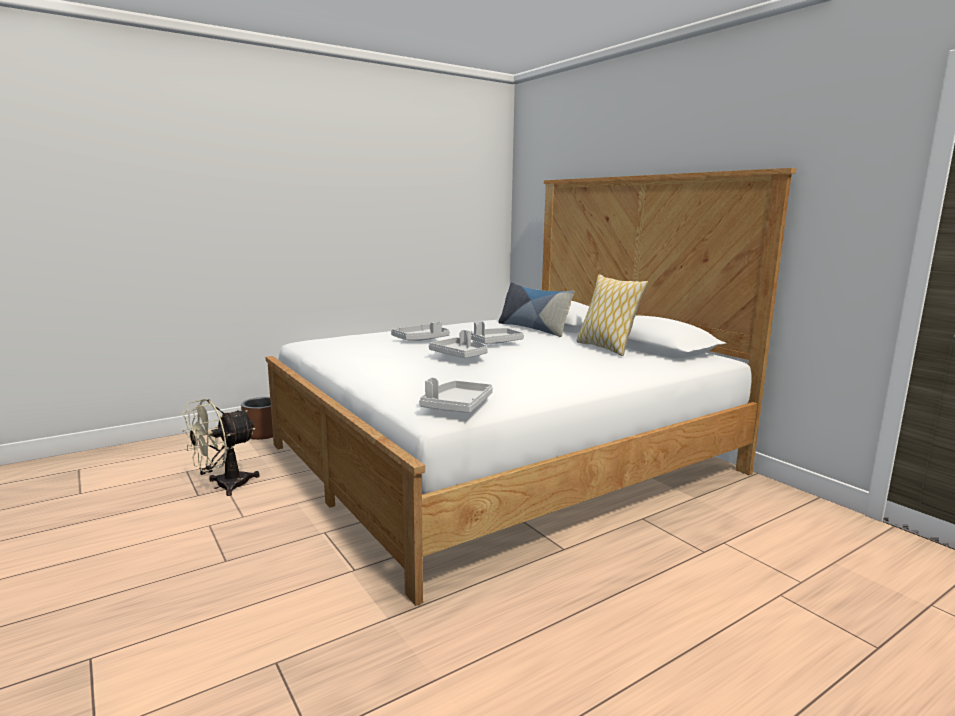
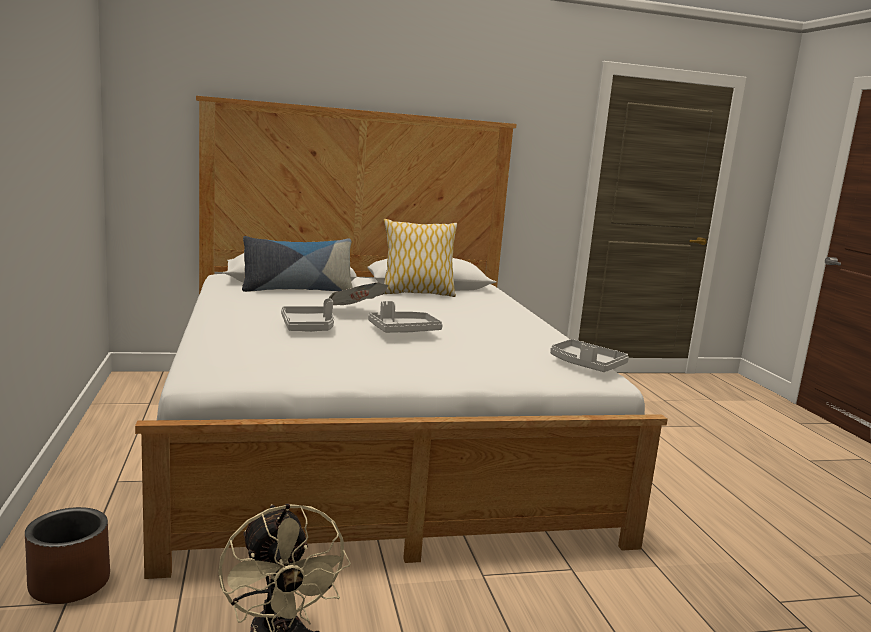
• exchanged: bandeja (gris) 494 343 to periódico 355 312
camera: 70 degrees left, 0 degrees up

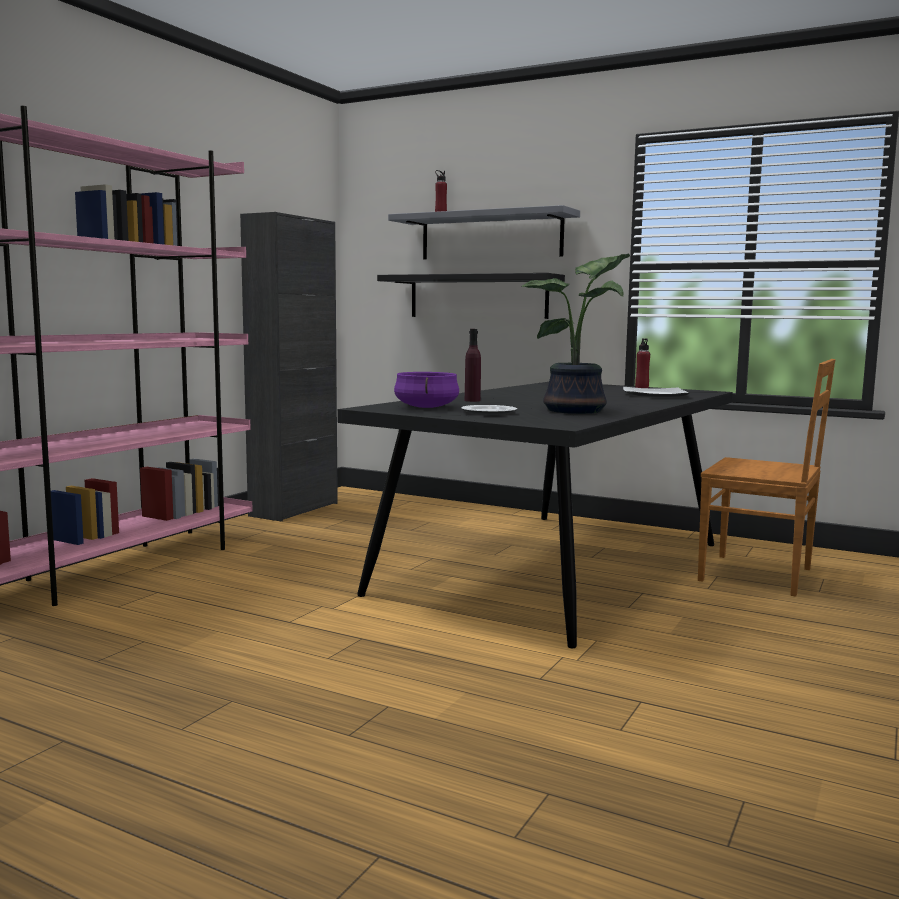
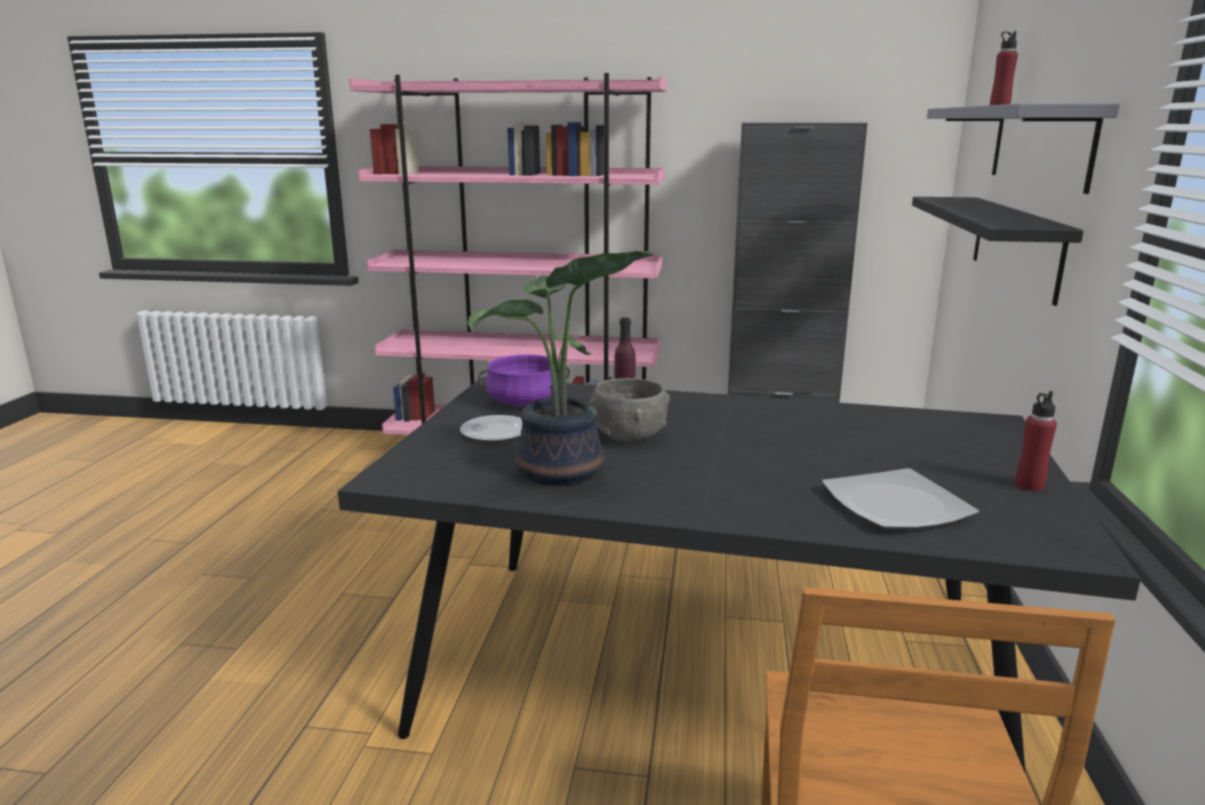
• appeared: cuenco (gris) 629 436
camera: 70 degrees right, 10 degrees up

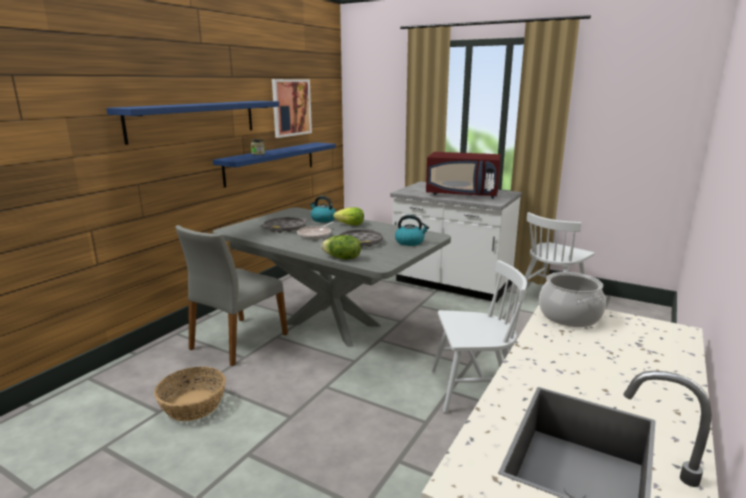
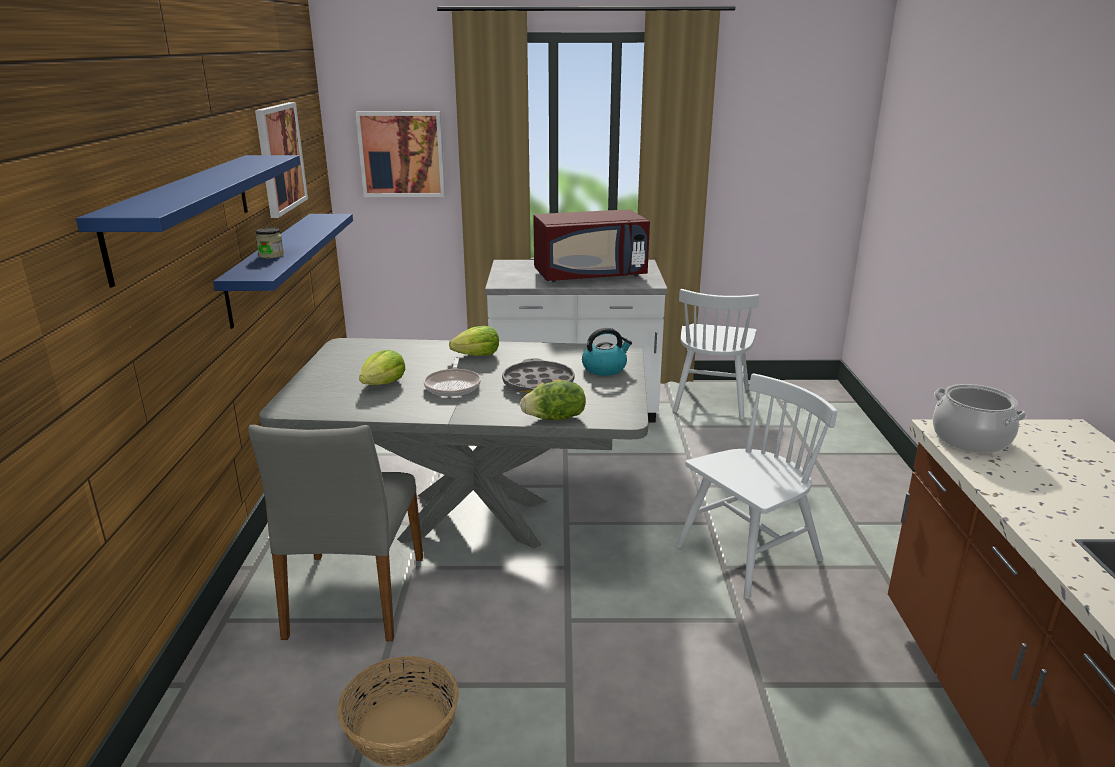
• missing: hervidor 323 219
• appeared: cuadro 402 154
• exchanged: bandeja (gris) 285 228 to lechuga 383 383
camera: 30 degrees left, 5 degrees up

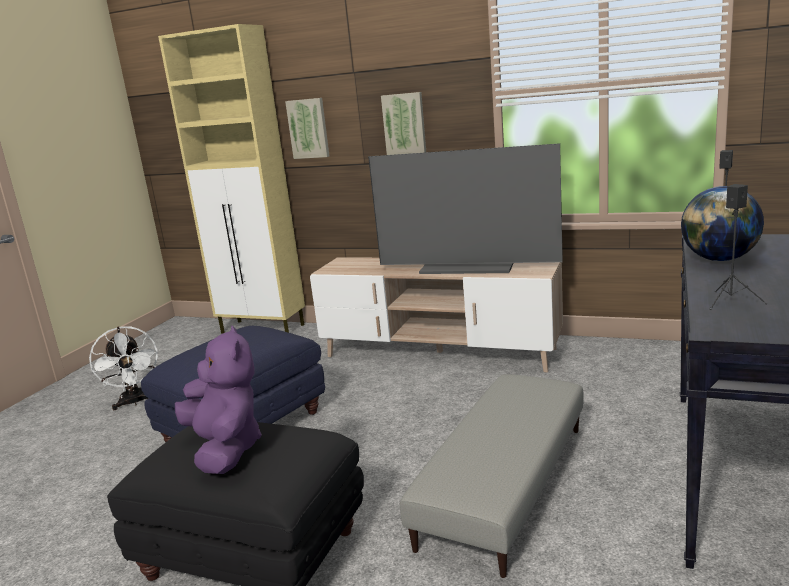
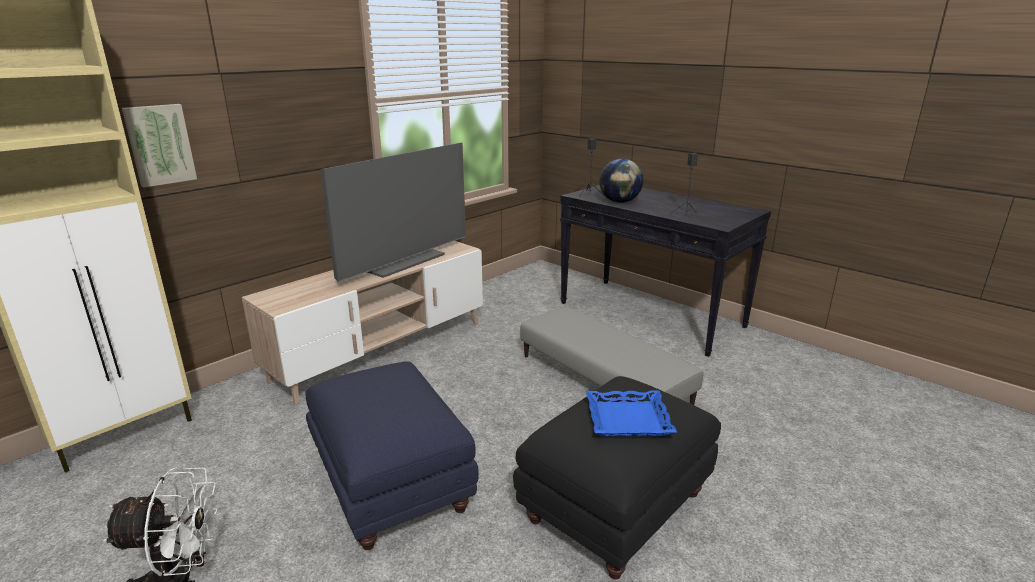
• missing: cuadro 404 124
• exchanged: peluche (morado) 225 449 to bandeja (azul) 628 419
camera: 70 degrees left, 5 degrees up

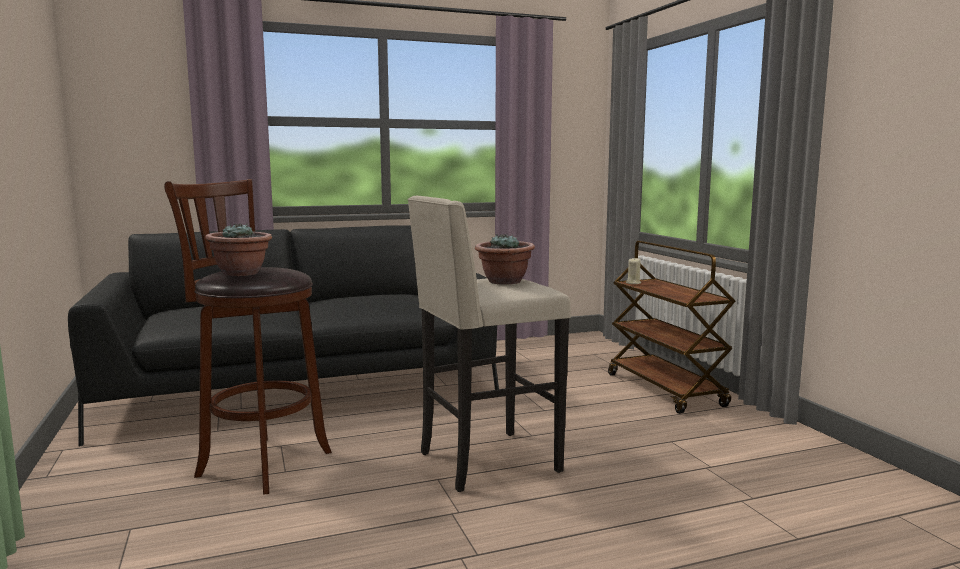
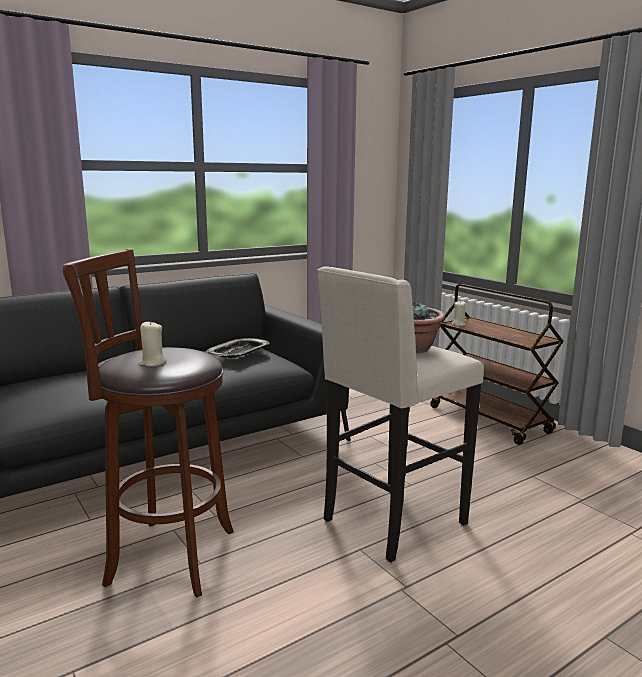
• appeared: bandeja 239 353
• exchanged: planta en maceta 241 273 to vela (beis) 152 363
camera: 15 degrees left, 5 degrees up

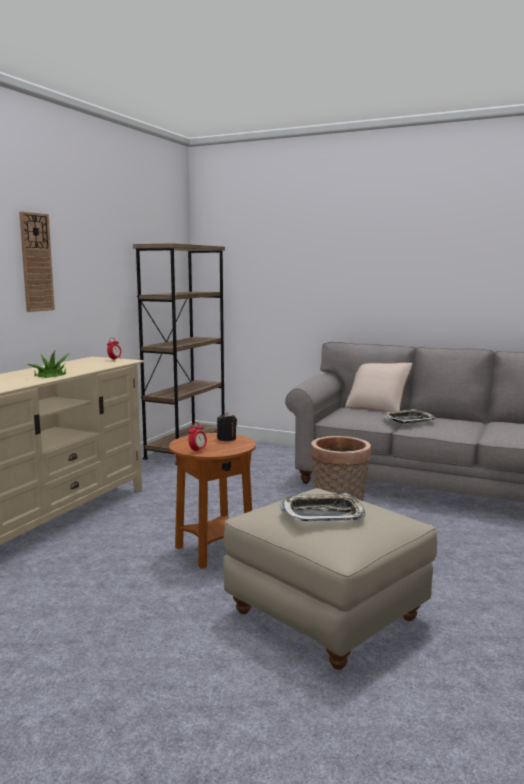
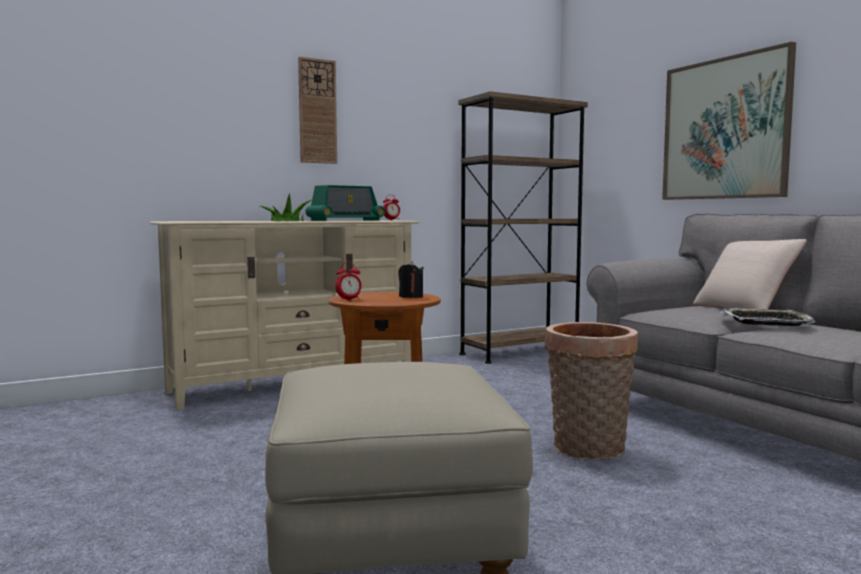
• missing: bandeja 322 514
• appeared: radio 345 220
• appeared: cuadro 724 129
camera: 35 degrees right, 5 degrees down

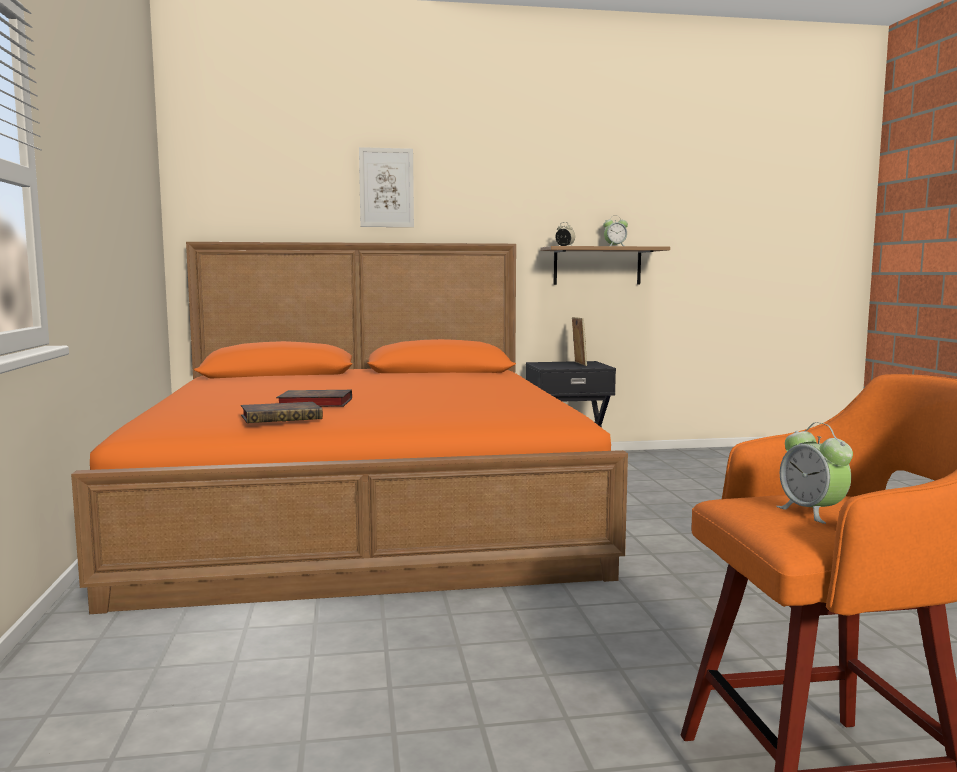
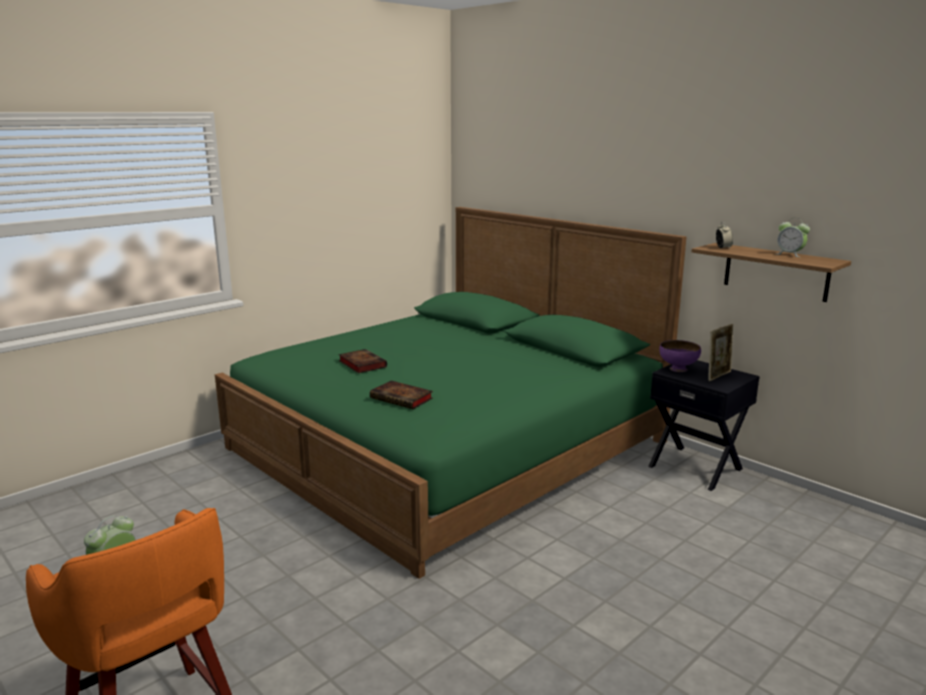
• missing: cuadro 386 188
• appeared: cuenco (morado) 678 369
• relocated: libro 283 418 to 403 398
• colour: cama (naranja) 363 510 to cama (verde) 447 444
camera: 55 degrees right, 10 degrees up

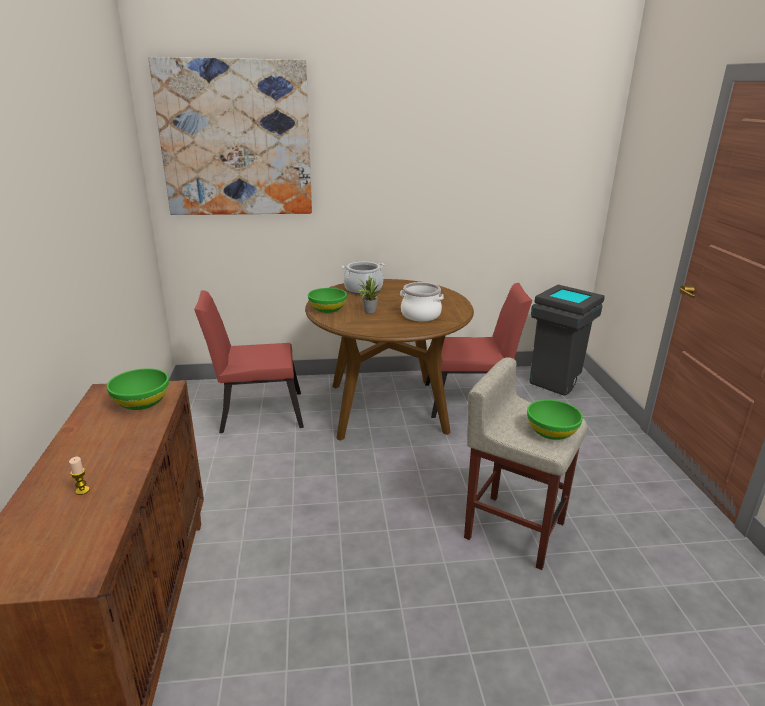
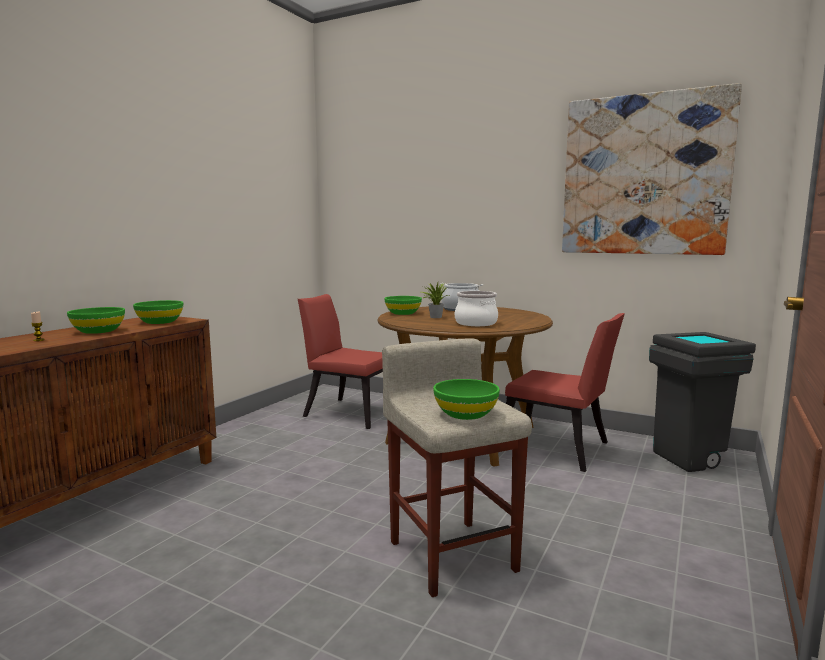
• appeared: cuenco (verde) 98 331
• relocated: cuadro 236 140 to 644 175
camera: 35 degrees right, 15 degrees down

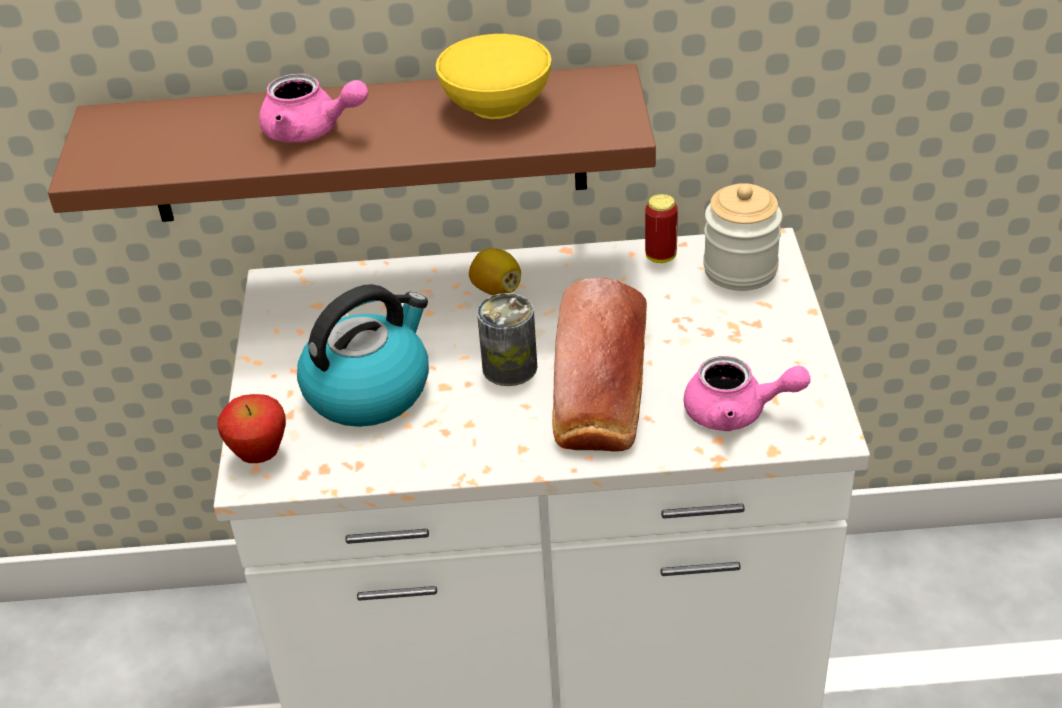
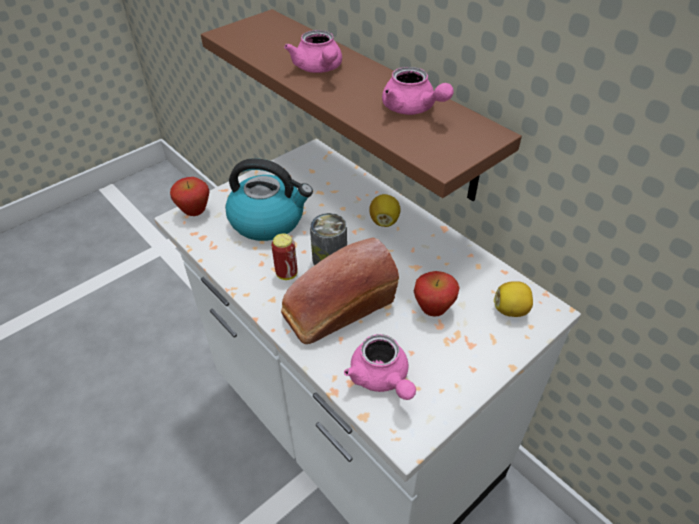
• appeared: manzana 433 310
• relocated: lata 661 256 to 286 274
• exchanged: cuenco (amarillo) 497 104 to tetera (rosa) 412 109
• exchanged: tarro 740 269 to limón 511 310
camera: 50 degrees right, 5 degrees up

